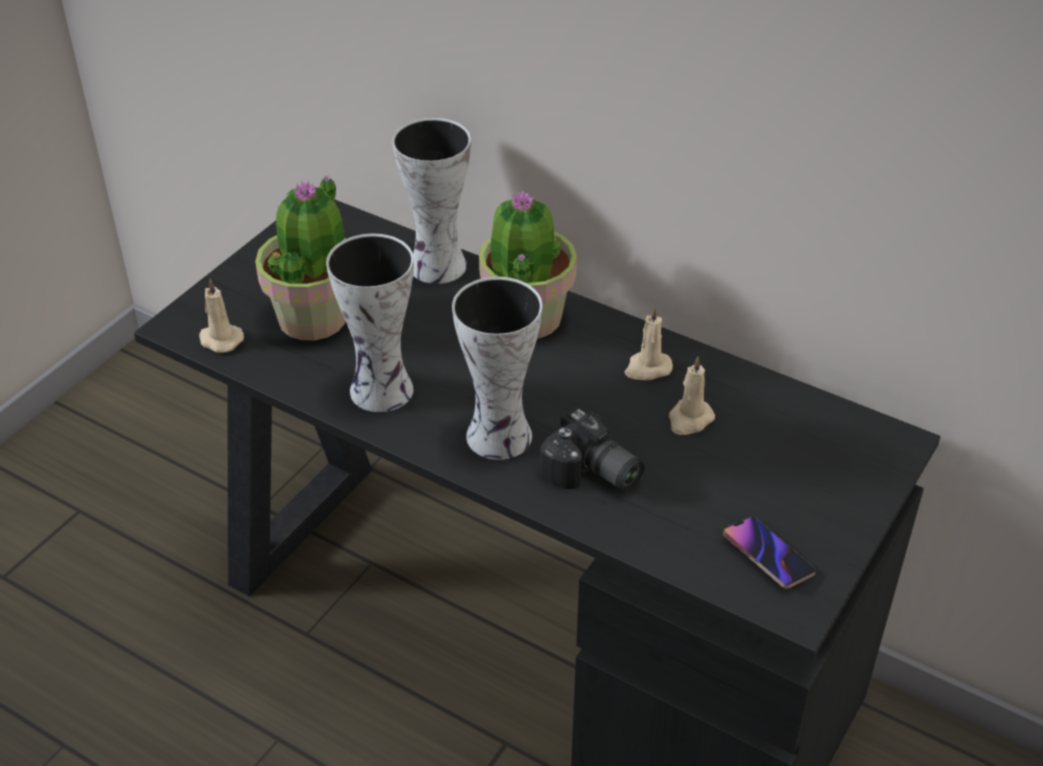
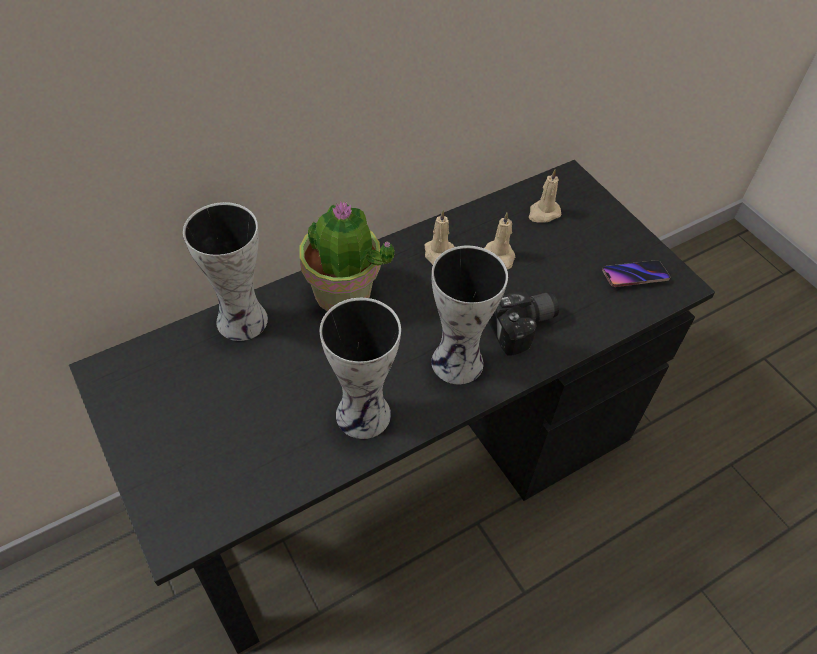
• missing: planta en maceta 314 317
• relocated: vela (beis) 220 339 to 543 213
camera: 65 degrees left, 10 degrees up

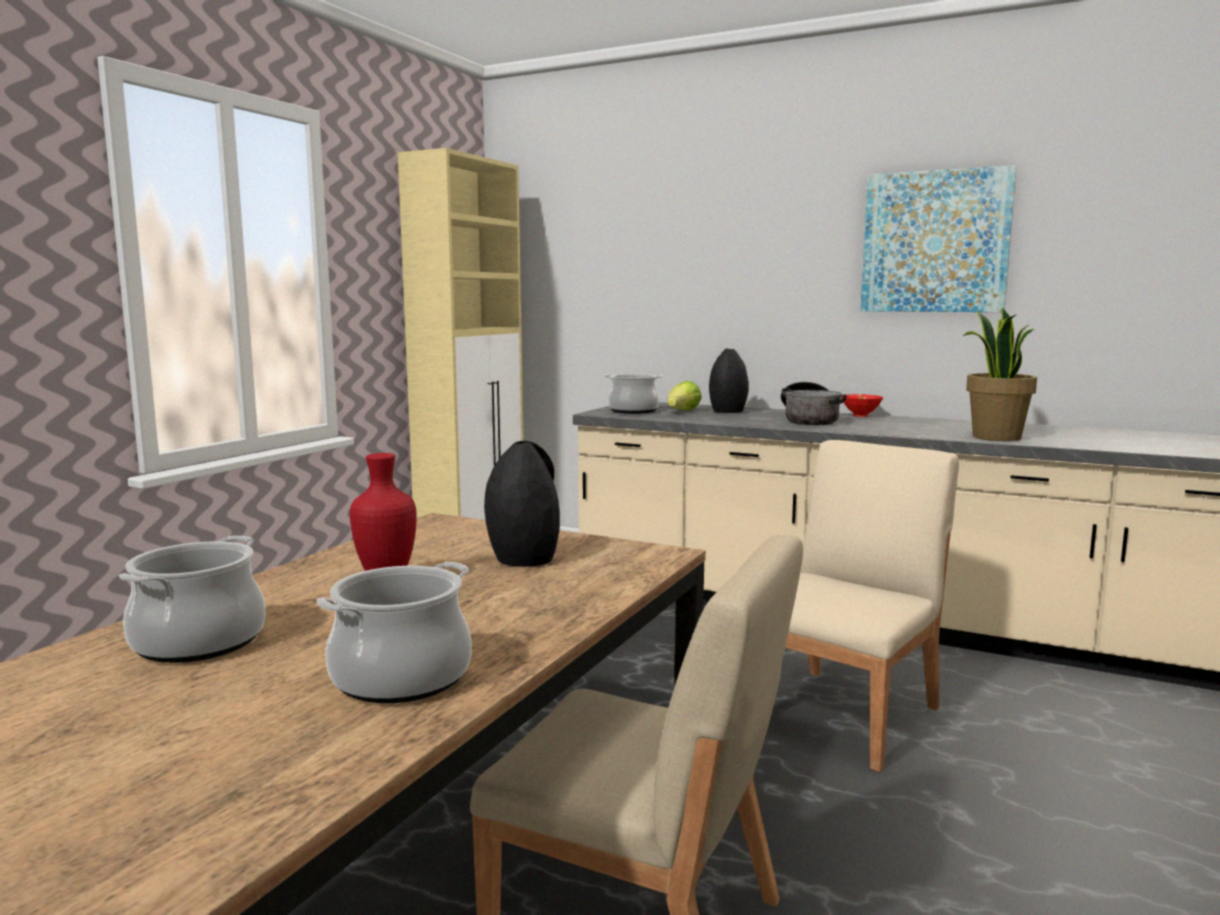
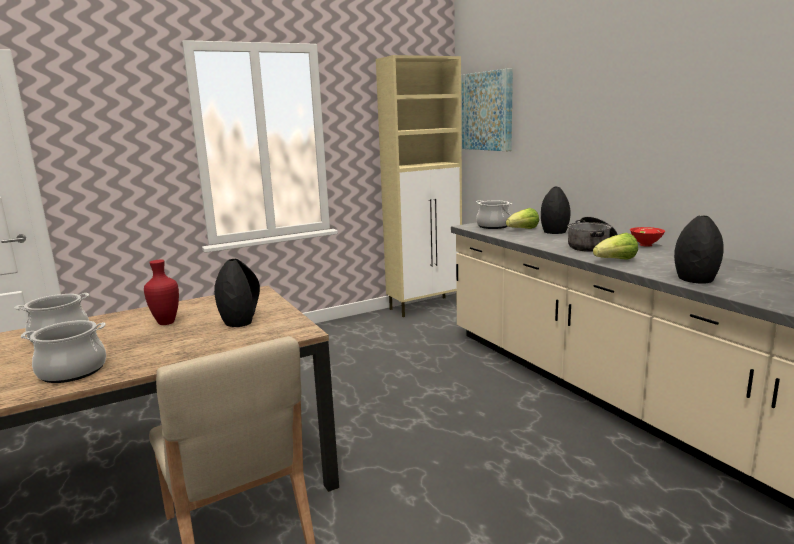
• missing: silla (beis) 845 715
• appeared: lechuga 616 260
• relocated: cuadro 935 242 to 487 111
• exchanged: planta en maceta 995 437 to florero (negro) 695 280
camera: 35 degrees right, 5 degrees up

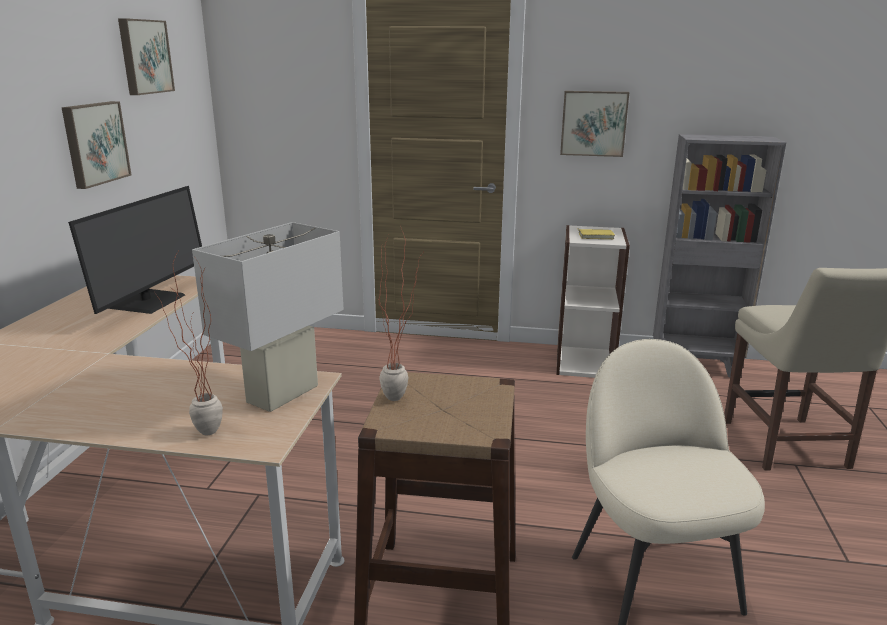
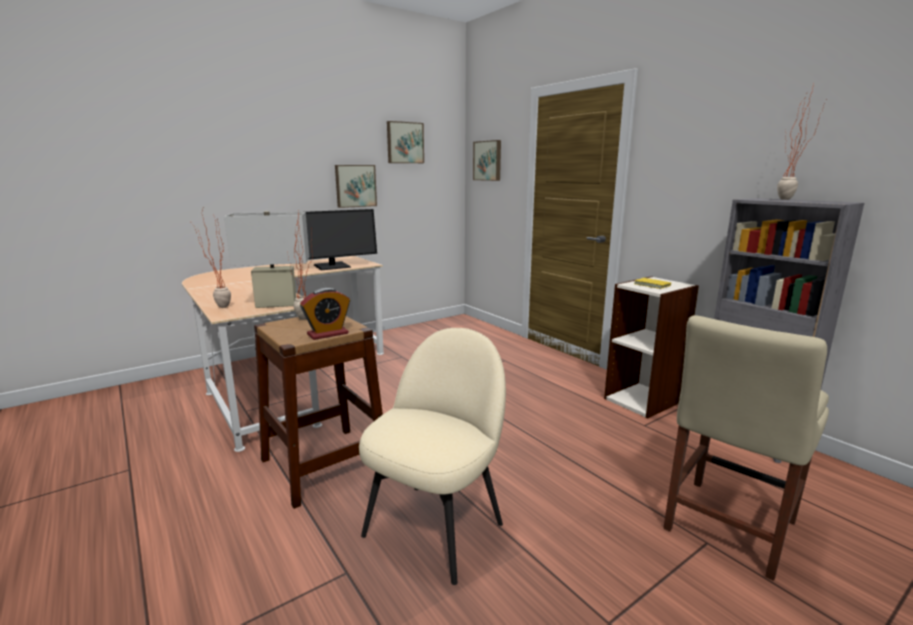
• appeared: despertador 328 334
• appeared: planta en maceta 789 199
• relocated: cuadro 593 123 to 488 160
camera: 45 degrees right, 5 degrees down

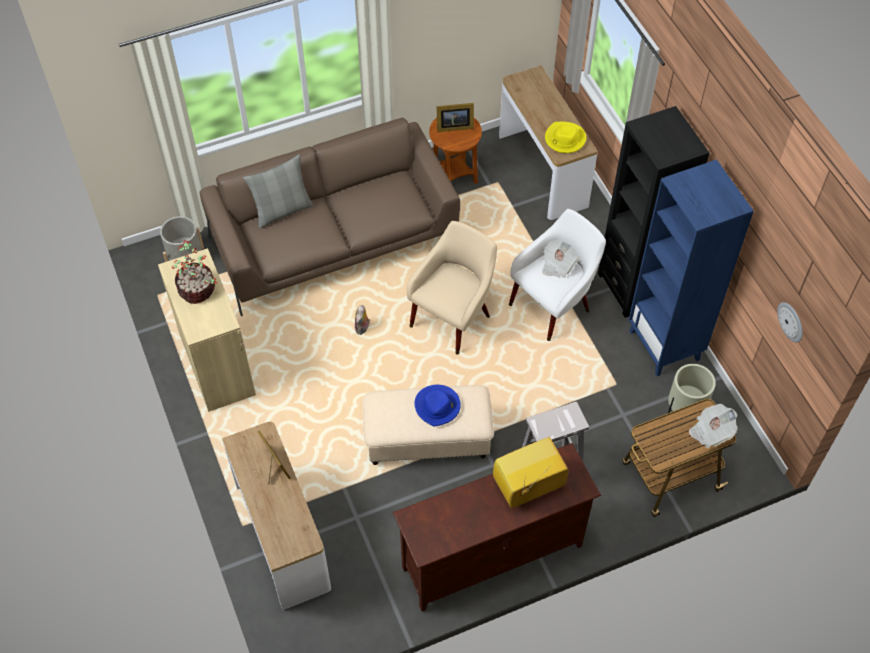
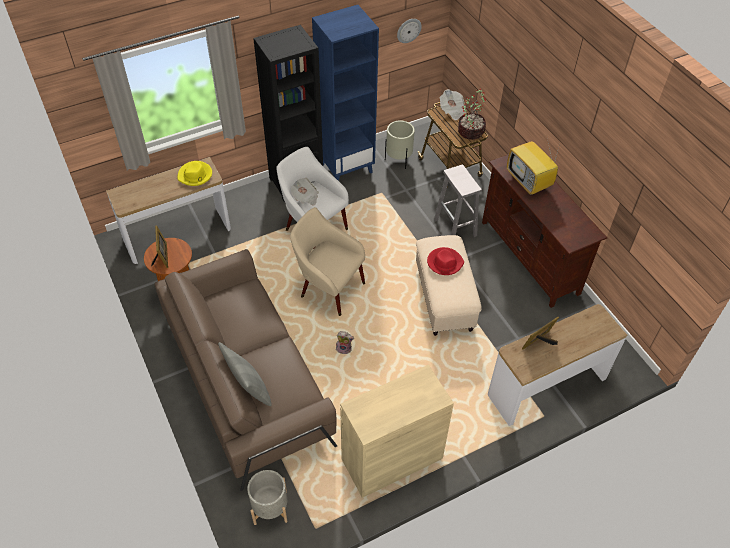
• relocated: planta en maceta 198 290 to 471 131
• colour: sombrero (azul) 437 406 to sombrero (rojo) 444 262
camera: 95 degrees left, 5 degrees down

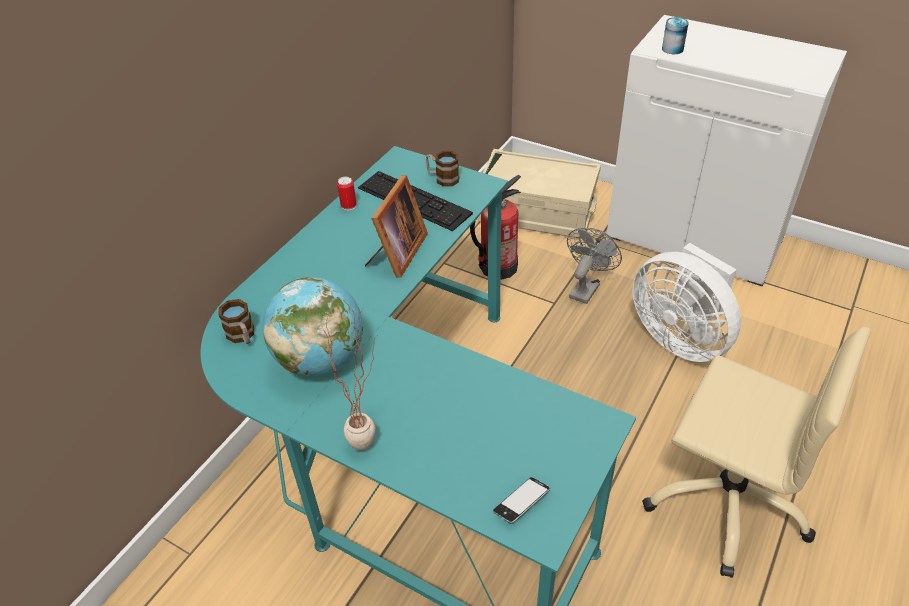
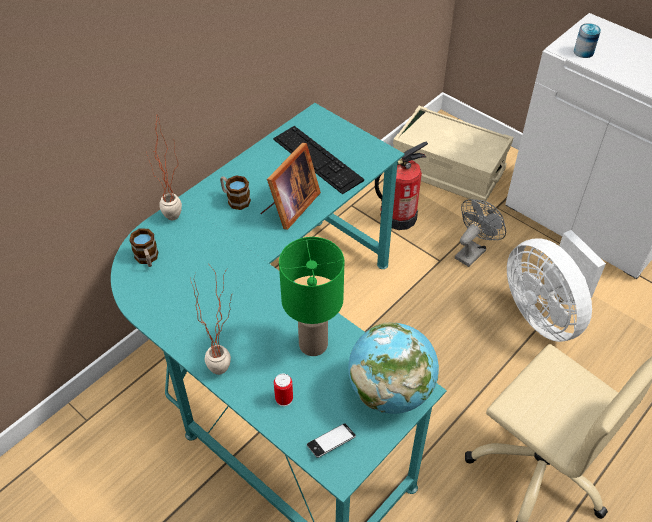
• appeared: planta en maceta 175 221
• appeared: lámpara de mesa (verde) 312 344
• relocated: globo terráqueo 320 359 to 390 391
• relocated: lata 348 206 to 284 399
• relocated: taza grande 442 178 to 235 199
camera: 10 degrees right, 5 degrees up

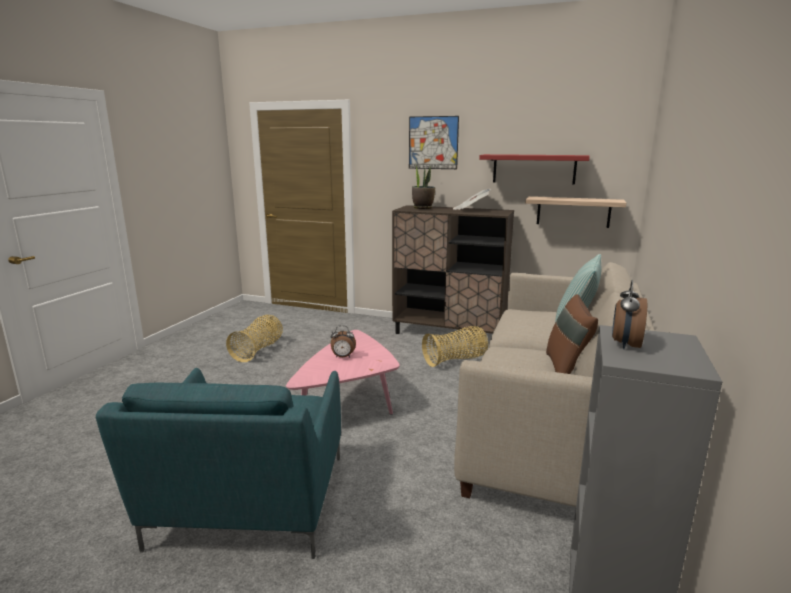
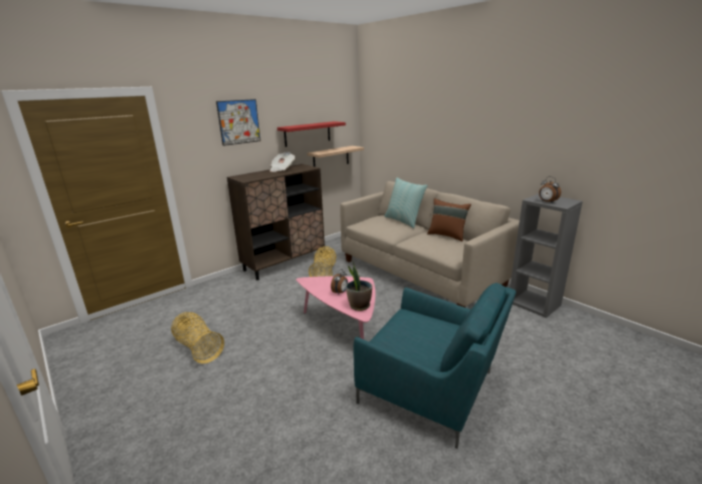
• relocated: planta en maceta 423 208 to 359 305
camera: 60 degrees left, 5 degrees up

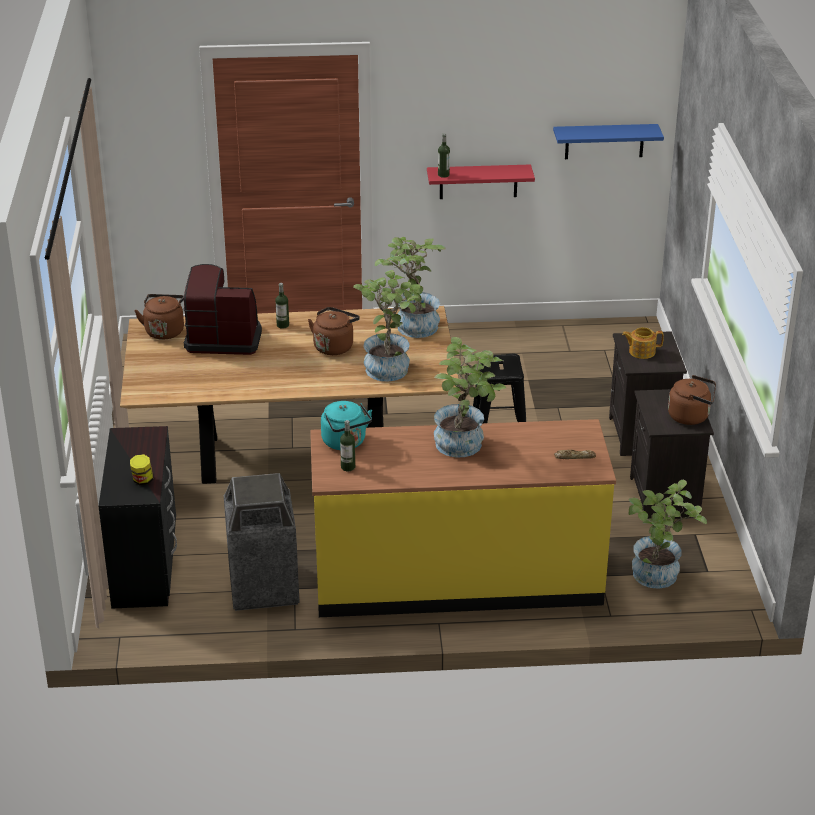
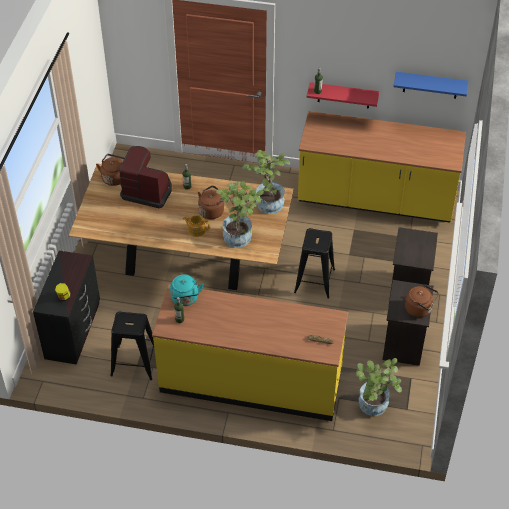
• missing: planta en maceta 466 445
• appeared: mueble bajo de cocina (amarillo) 375 200
• relocated: tetera 641 351 to 196 230
• exchanged: papelera 263 588 to taburete (negro) 135 363
camera: 15 degrees right, 15 degrees up

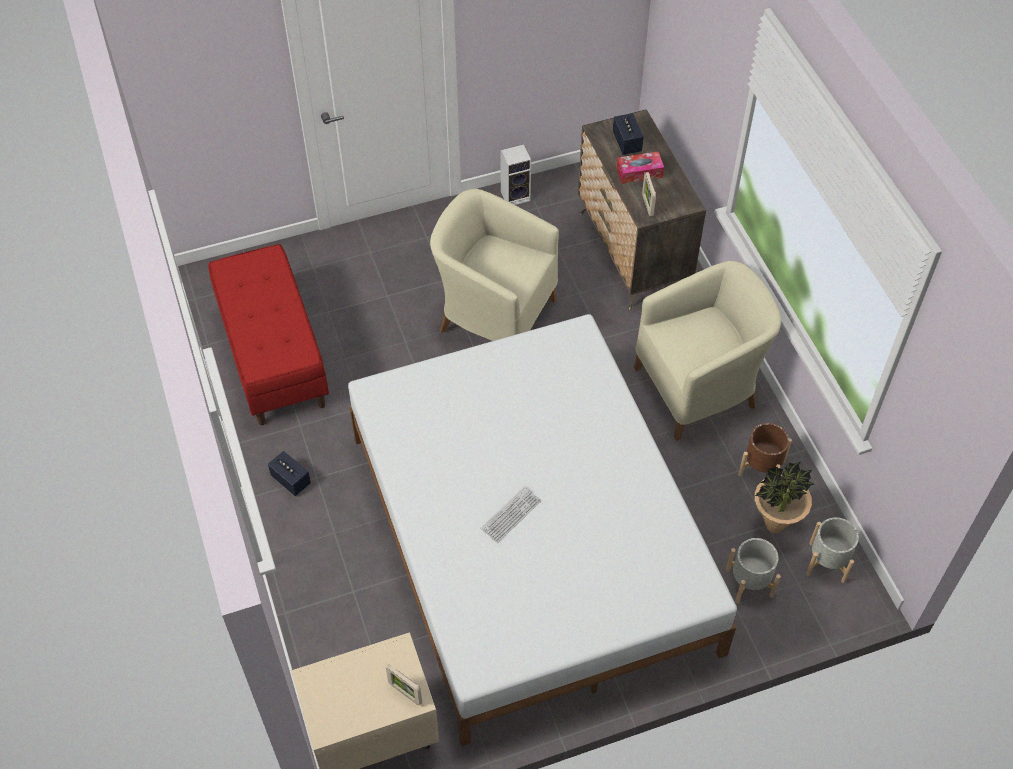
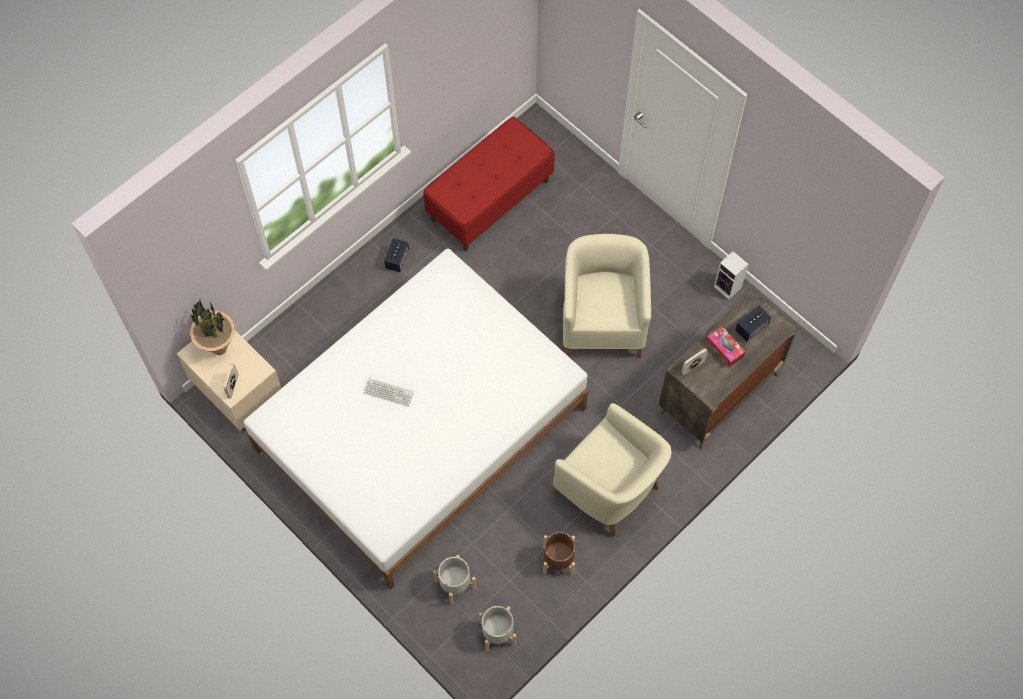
• relocated: planta en maceta 774 525 to 219 348
camera: 65 degrees right, 10 degrees up

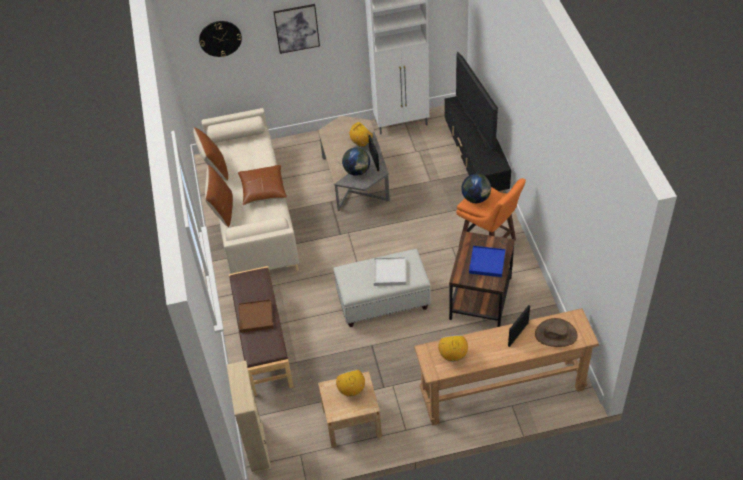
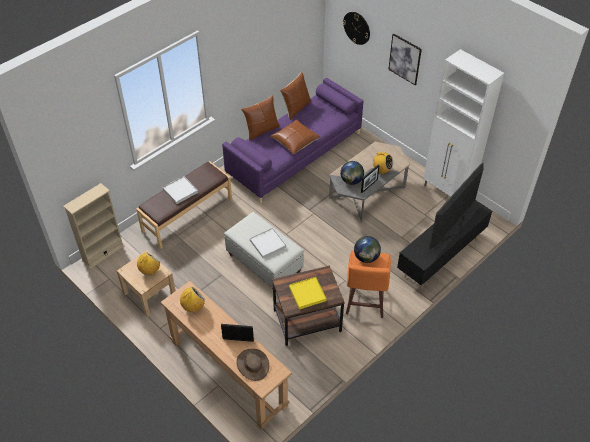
• colour: sofá (beis) 252 211 to sofá (morado) 294 154
• colour: bandeja (marrón) 256 317 to bandeja (blanco) 180 191
• colour: bandeja (azul) 487 262 to bandeja (amarillo) 307 294
camera: 55 degrees right, 0 degrees up

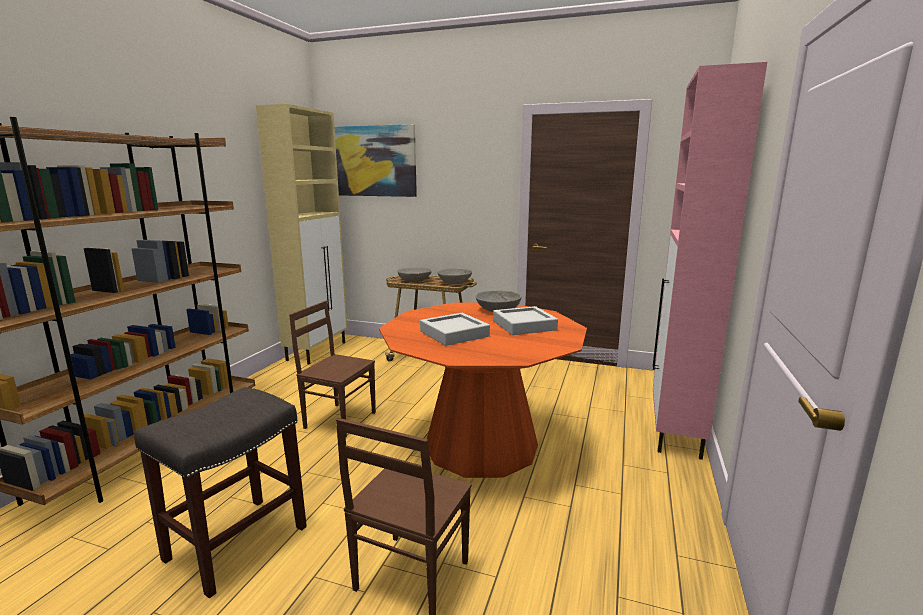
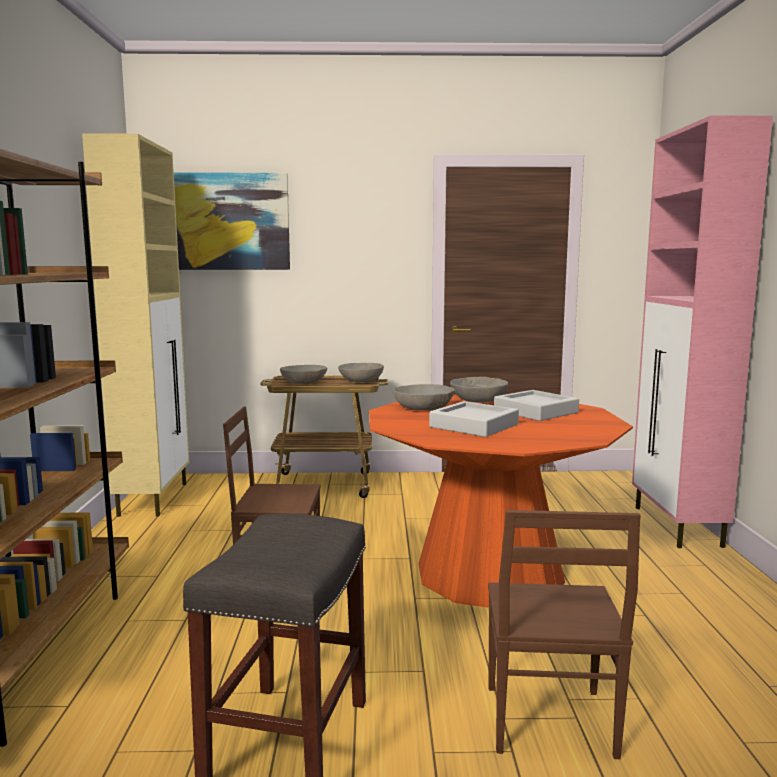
• appeared: cuenco (gris) 423 408
camera: 20 degrees left, 5 degrees down

